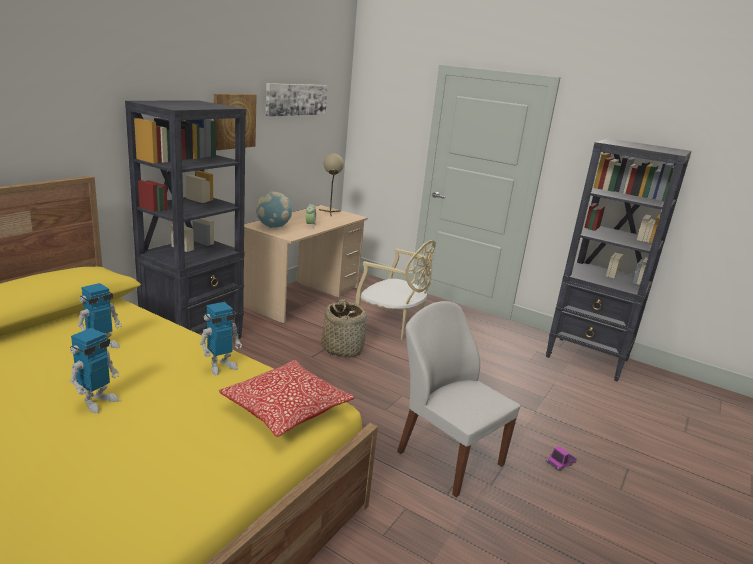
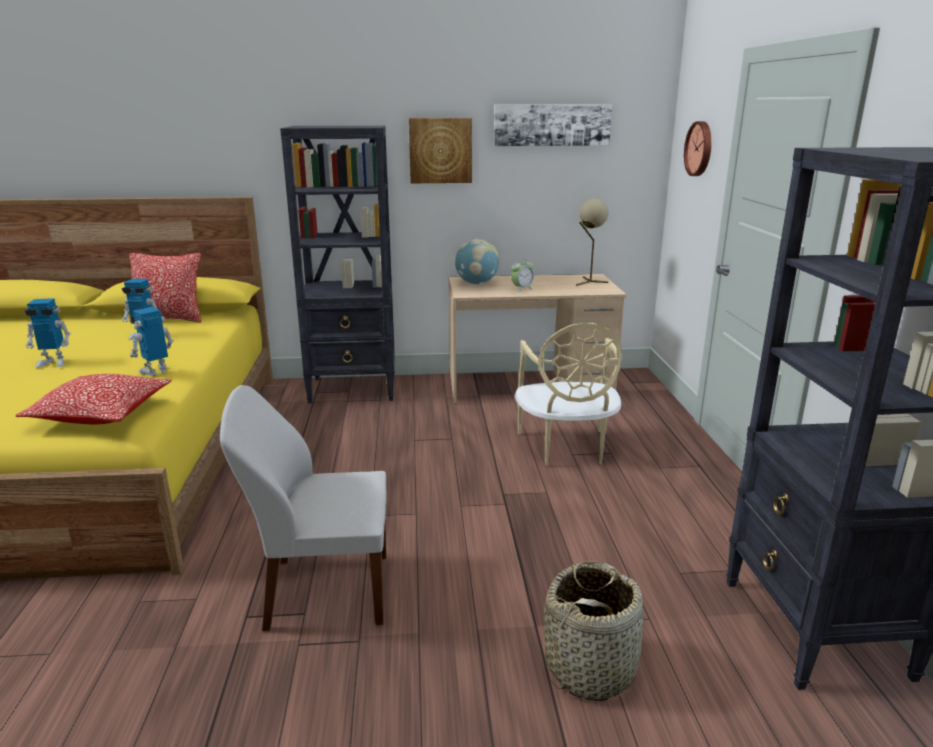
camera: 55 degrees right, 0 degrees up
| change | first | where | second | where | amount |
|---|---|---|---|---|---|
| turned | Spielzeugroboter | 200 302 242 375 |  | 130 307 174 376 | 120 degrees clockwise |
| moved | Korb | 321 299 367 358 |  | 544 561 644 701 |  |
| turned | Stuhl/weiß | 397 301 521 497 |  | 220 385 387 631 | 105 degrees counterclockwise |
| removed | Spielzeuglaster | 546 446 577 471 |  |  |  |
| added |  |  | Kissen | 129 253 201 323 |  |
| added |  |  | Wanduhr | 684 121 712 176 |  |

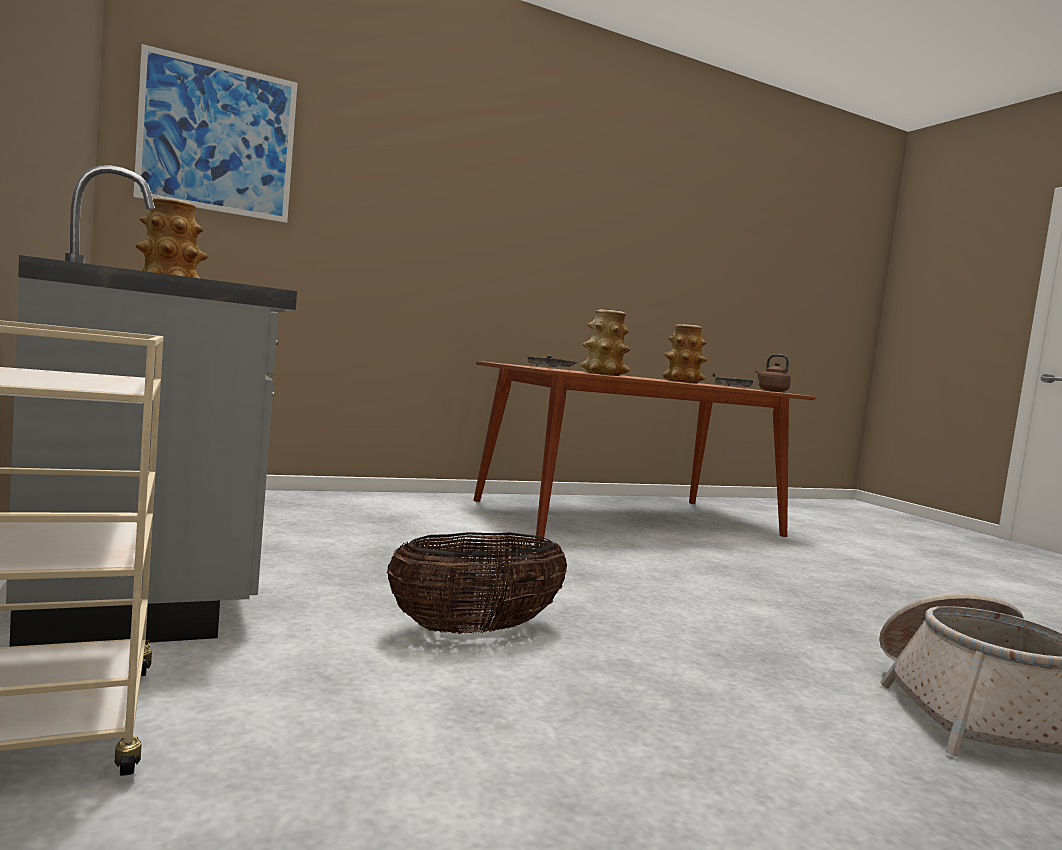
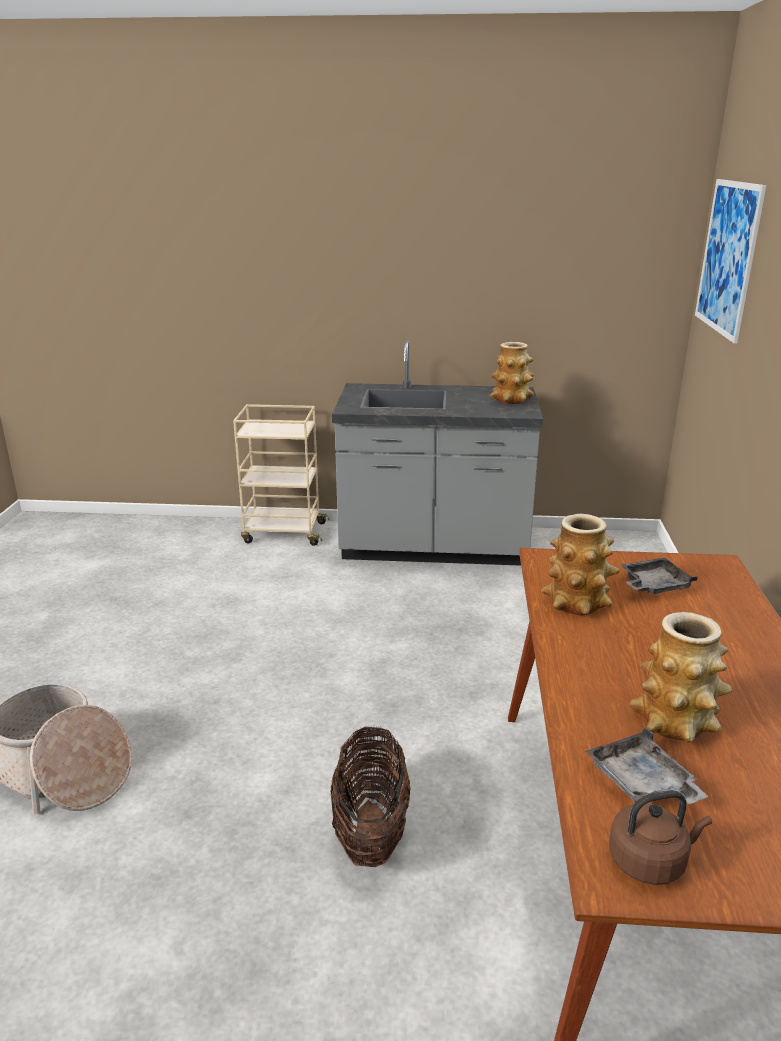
camera: 120 degrees right, 20 degrees up
| change | first | where | second | where | amount |
|---|---|---|---|---|---|
| moved | Korb | 386 532 567 634 |  | 330 726 411 867 |  |

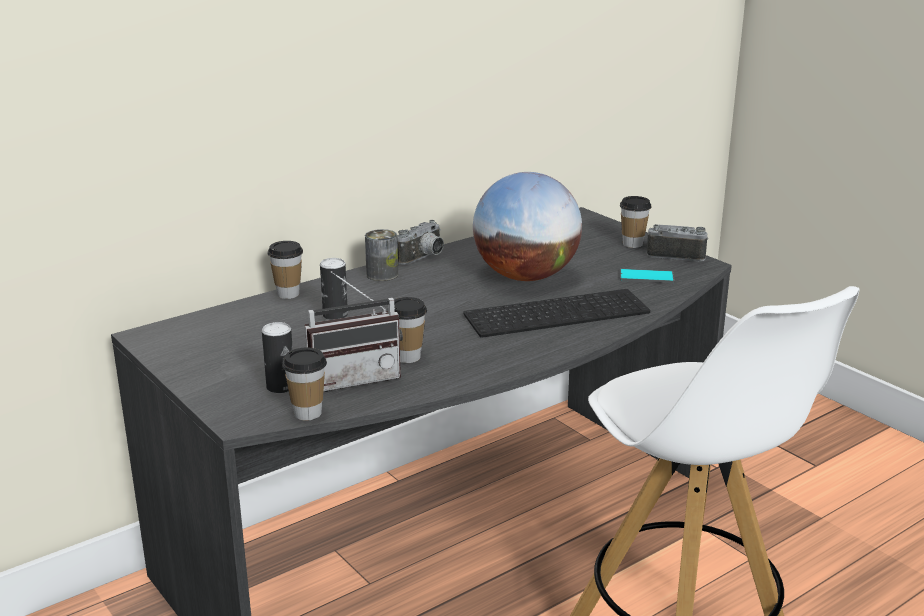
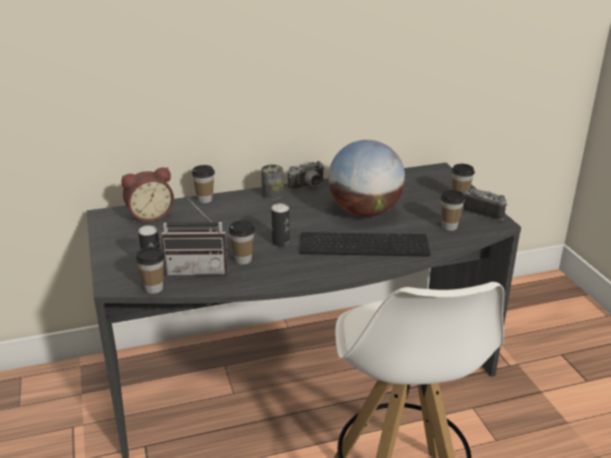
camera: 20 degrees right, 5 degrees up
| change | first | where | second | where | amount |
|---|---|---|---|---|---|
| moved | Dose | 320 258 348 320 |  | 271 203 290 247 |  |
| replaced | Handy | 620 269 675 284 | Tasse | 440 190 466 231 |  |
| added |  |  | Wecker | 121 167 174 222 |  |

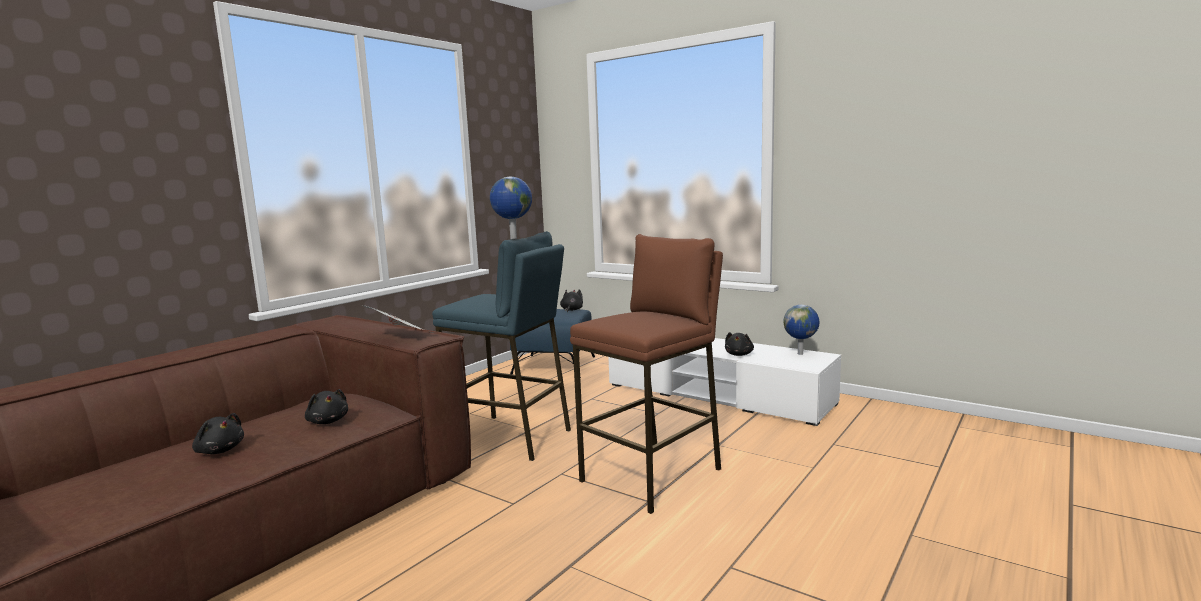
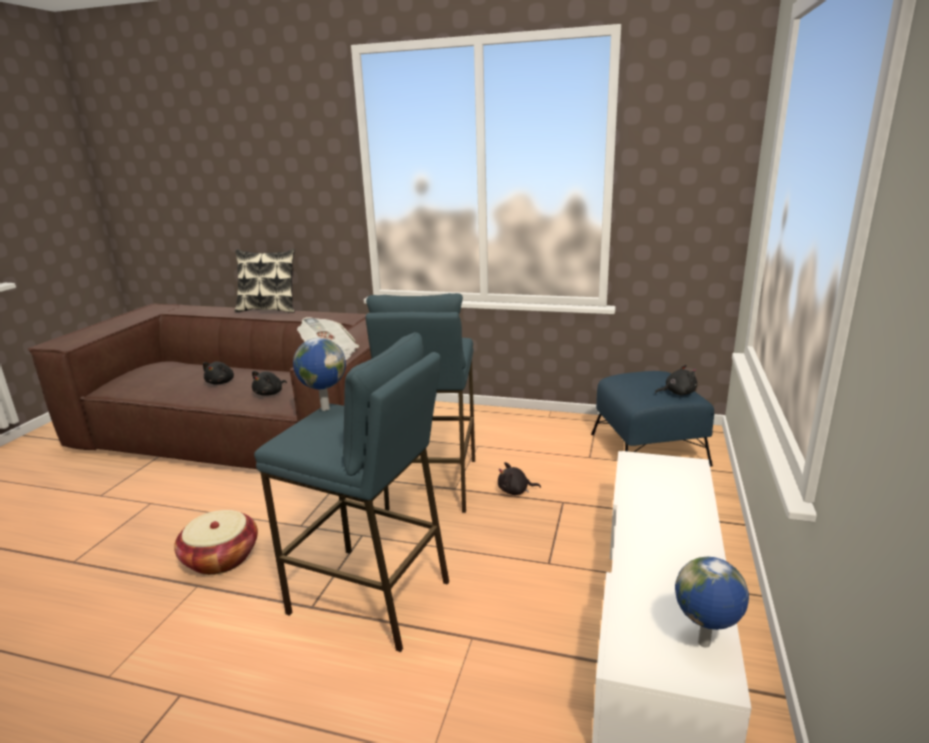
camera: 70 degrees right, 10 degrees up
| change | first | where | second | where | amount |
|---|---|---|---|---|---|
| moved | Globus | 490 177 532 239 |  | 293 338 346 411 |  |
| recoloured | Hocker/braun | 570 234 723 514 | Hocker/blau | 254 332 449 652 |  |
| moved | Plüschtier/schwarz | 725 332 754 356 |  | 498 462 541 495 |  |
| added |  |  | Korb | 174 510 258 575 |  |
| added |  |  | Kissen | 235 249 295 313 |  |

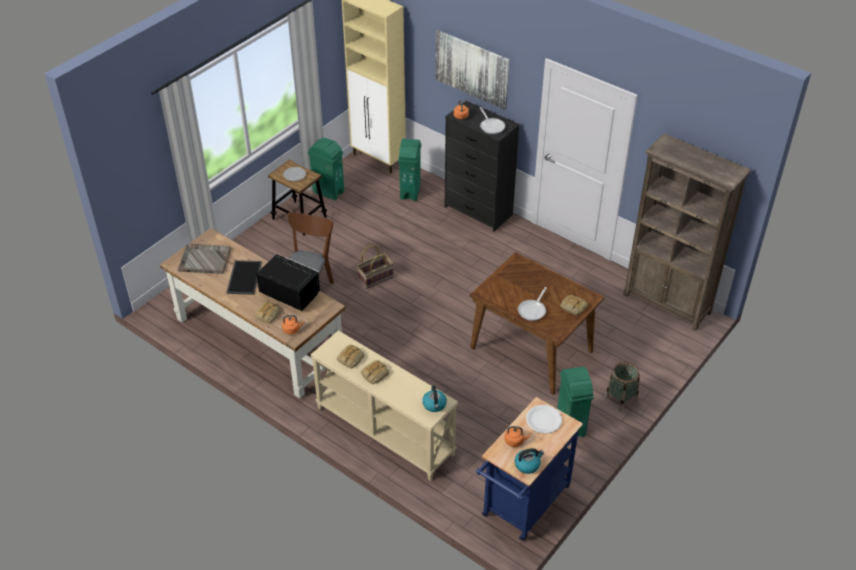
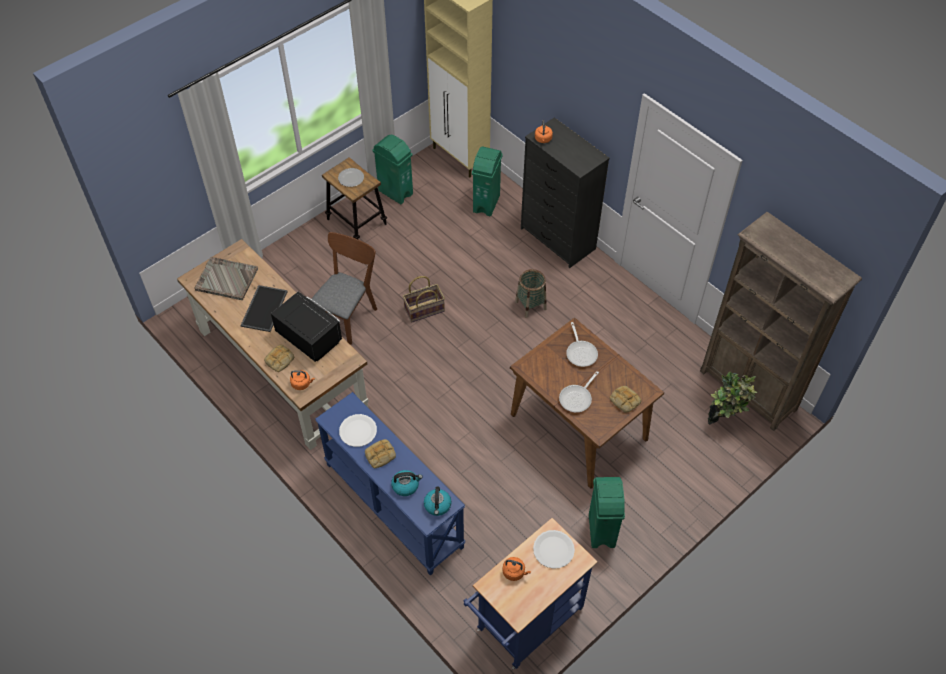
camera: 10 degrees right, 10 degrees up
| change | first | where | second | where | amount |
|---|---|---|---|---|---|
| recoloured | Konsolentisch/beige | 311 330 458 481 | Konsolentisch/blau | 316 392 466 576 |  |
| replaced | Brot | 337 345 364 368 | Teller/weiß | 339 414 377 447 |  |
| removed | Bild | 435 30 510 110 |  |  |  |
| moved | Pfanne | 480 107 505 134 |  | 566 322 598 367 |  |
| moved | Wasserkessel | 515 448 544 474 |  | 391 470 422 496 |  |
| moved | Korb | 605 362 640 411 |  | 515 269 546 318 |  |
| added |  |  | Topfpflanze | 708 372 757 424 |  |

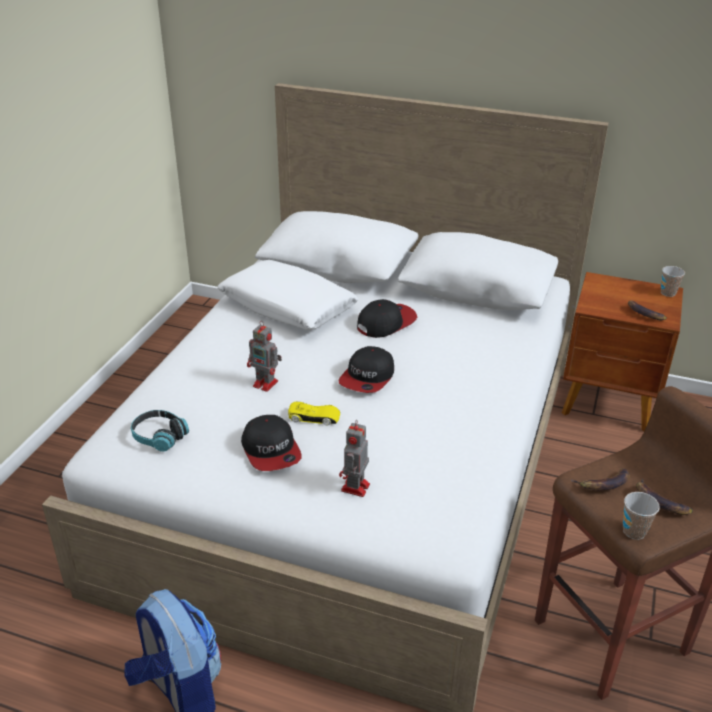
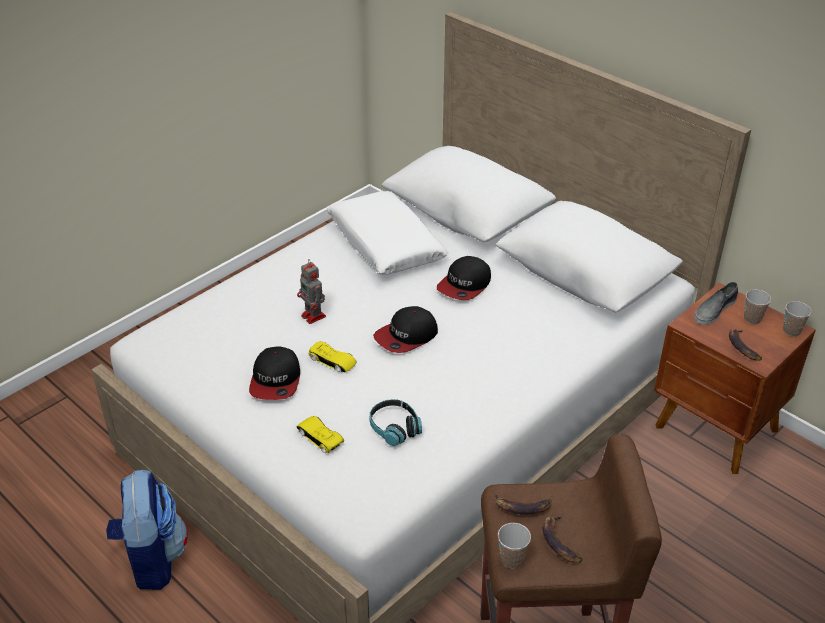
camera: 25 degrees right, 5 degrees up
| change | first | where | second | where | amount |
|---|---|---|---|---|---|
| moved | Kopfhörer | 131 410 189 452 |  | 370 399 422 446 |  |
| replaced | Spielzeugroboter | 339 422 370 497 | Spielzeugauto/gelb | 296 416 344 453 |  |
| turned | Kappe | 357 299 417 338 |  | 437 256 491 300 | 135 degrees clockwise |
| added |  |  | Schuh/grau | 694 282 738 325 |  |
| added |  |  | Tasse | 744 290 771 324 |  |

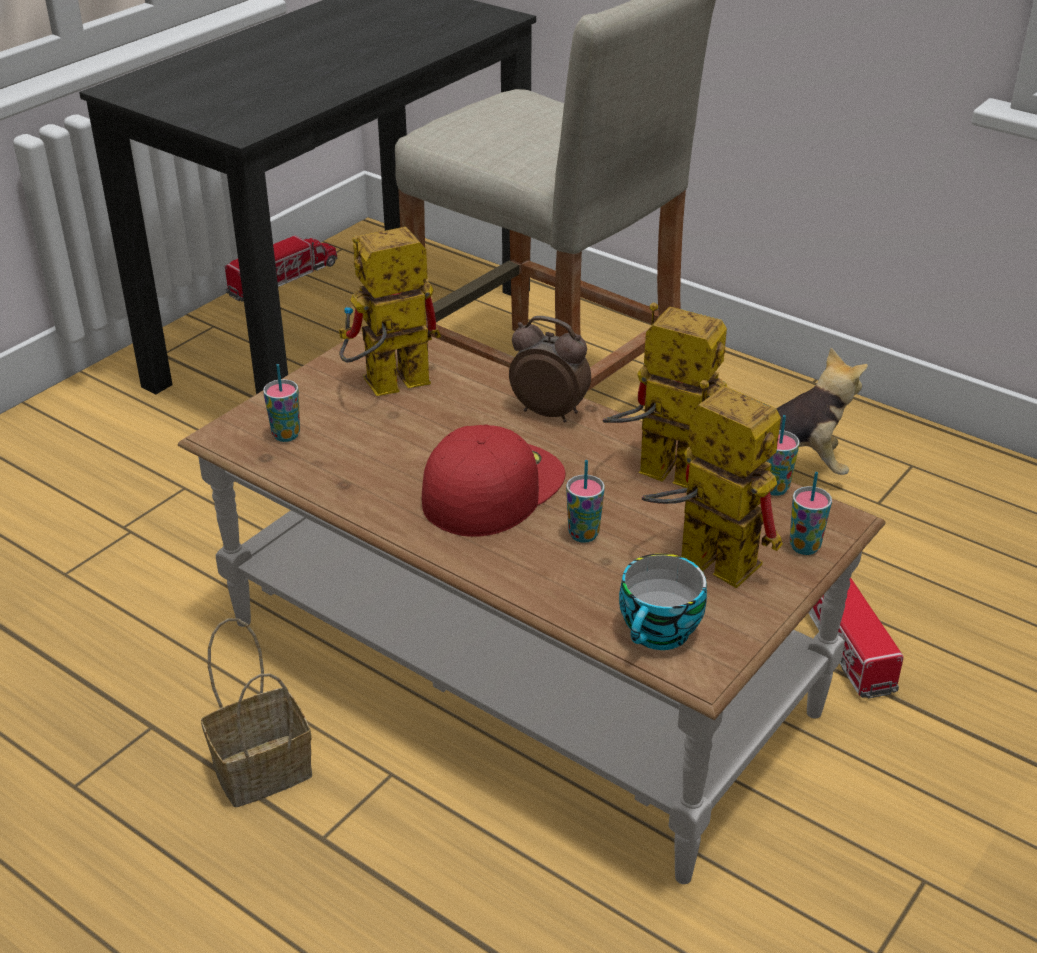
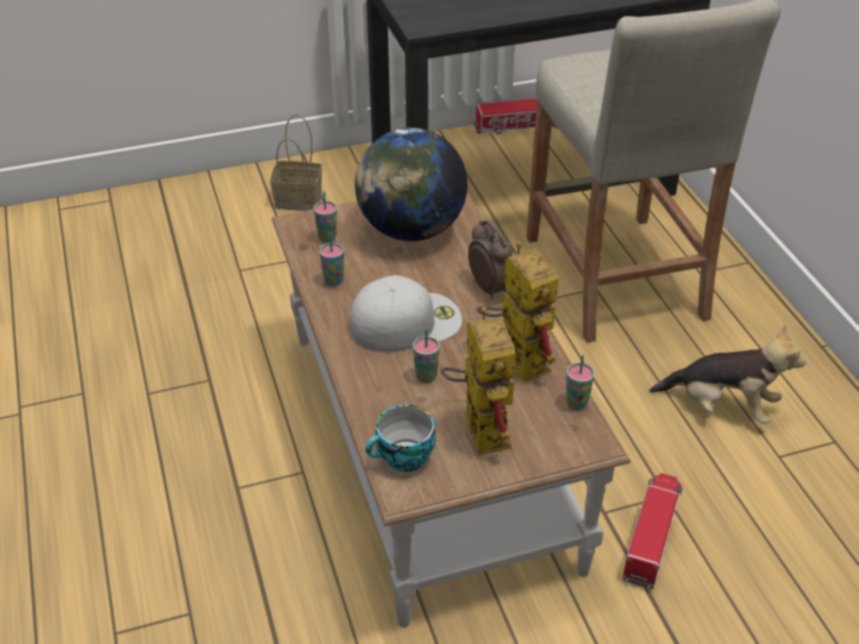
camera: 35 degrees right, 5 degrees up
| change | first | where | second | where | amount |
|---|---|---|---|---|---|
| moved | Korb | 201 618 312 807 |  | 270 114 322 211 |  |
| replaced | Spielzeugroboter | 339 227 441 396 | Globus | 355 128 468 241 |  |
| recoloured | Kappe/rot | 422 425 566 537 | Kappe/weiß | 350 275 462 353 |  |
| moved | Tasse | 790 472 832 555 |  | 319 234 344 286 |  |

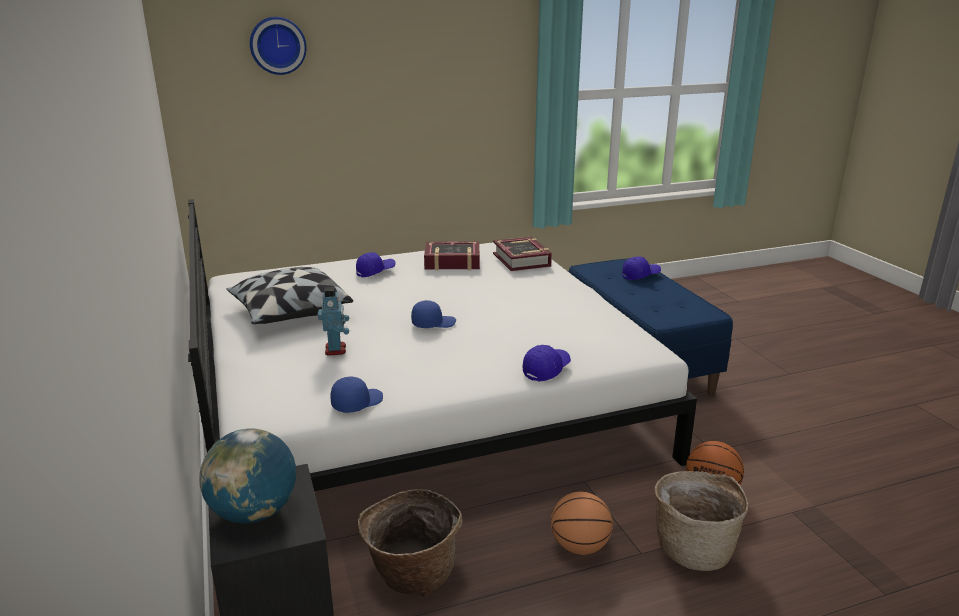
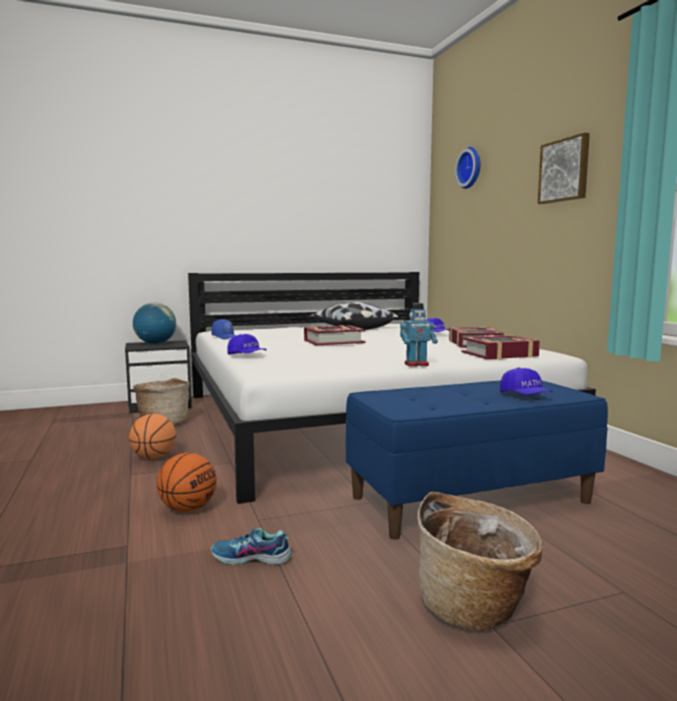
camera: 90 degrees right, 15 degrees down
| change | first | where | second | where | amount |
|---|---|---|---|---|---|
| moved | Spielzeugroboter | 318 287 349 356 |  | 400 303 438 367 |  |
| replaced | Kappe/blau | 411 300 456 328 | Buch | 304 325 366 345 |  |
| moved | Korb | 655 471 748 571 |  | 417 492 543 631 |  |
| added |  |  | Schuh | 211 528 292 565 |  |
| added |  |  | Bild | 538 133 590 204 |  |

